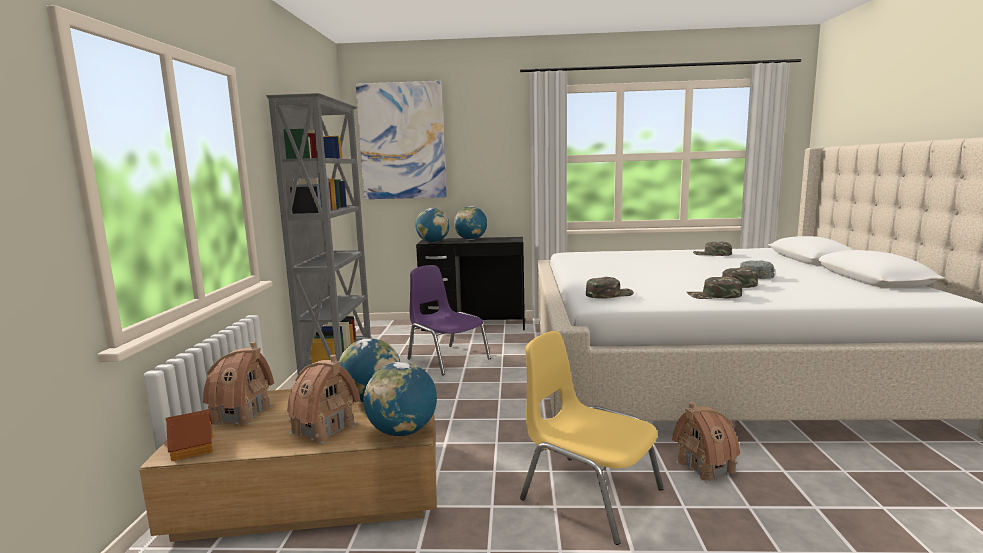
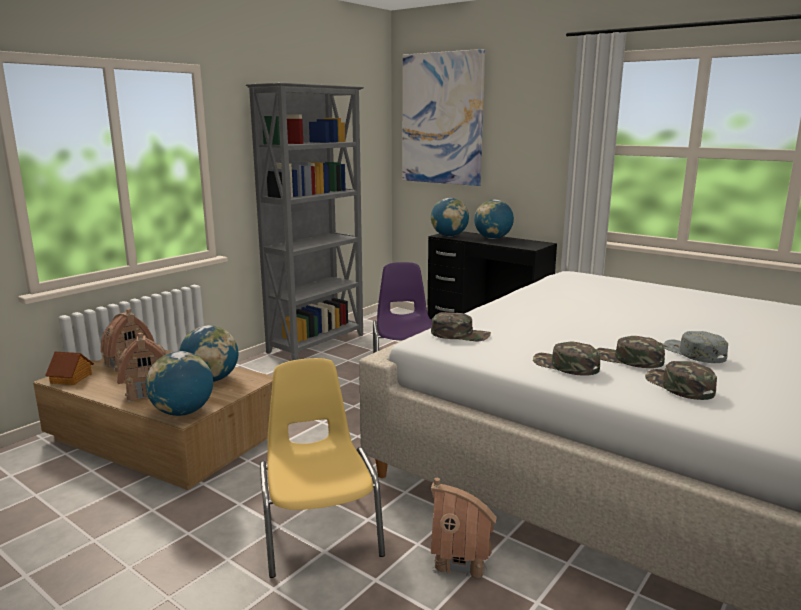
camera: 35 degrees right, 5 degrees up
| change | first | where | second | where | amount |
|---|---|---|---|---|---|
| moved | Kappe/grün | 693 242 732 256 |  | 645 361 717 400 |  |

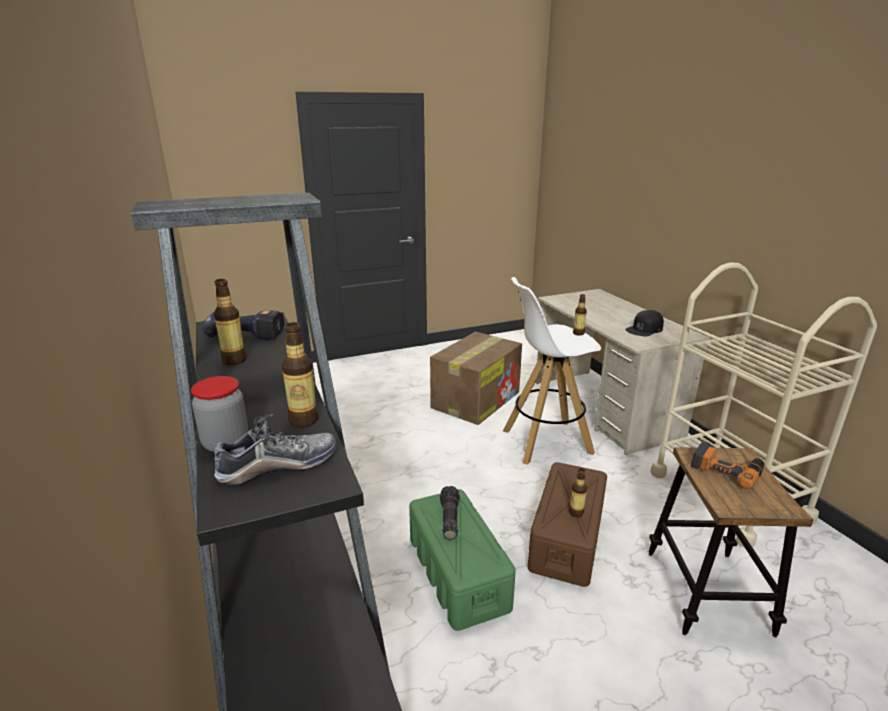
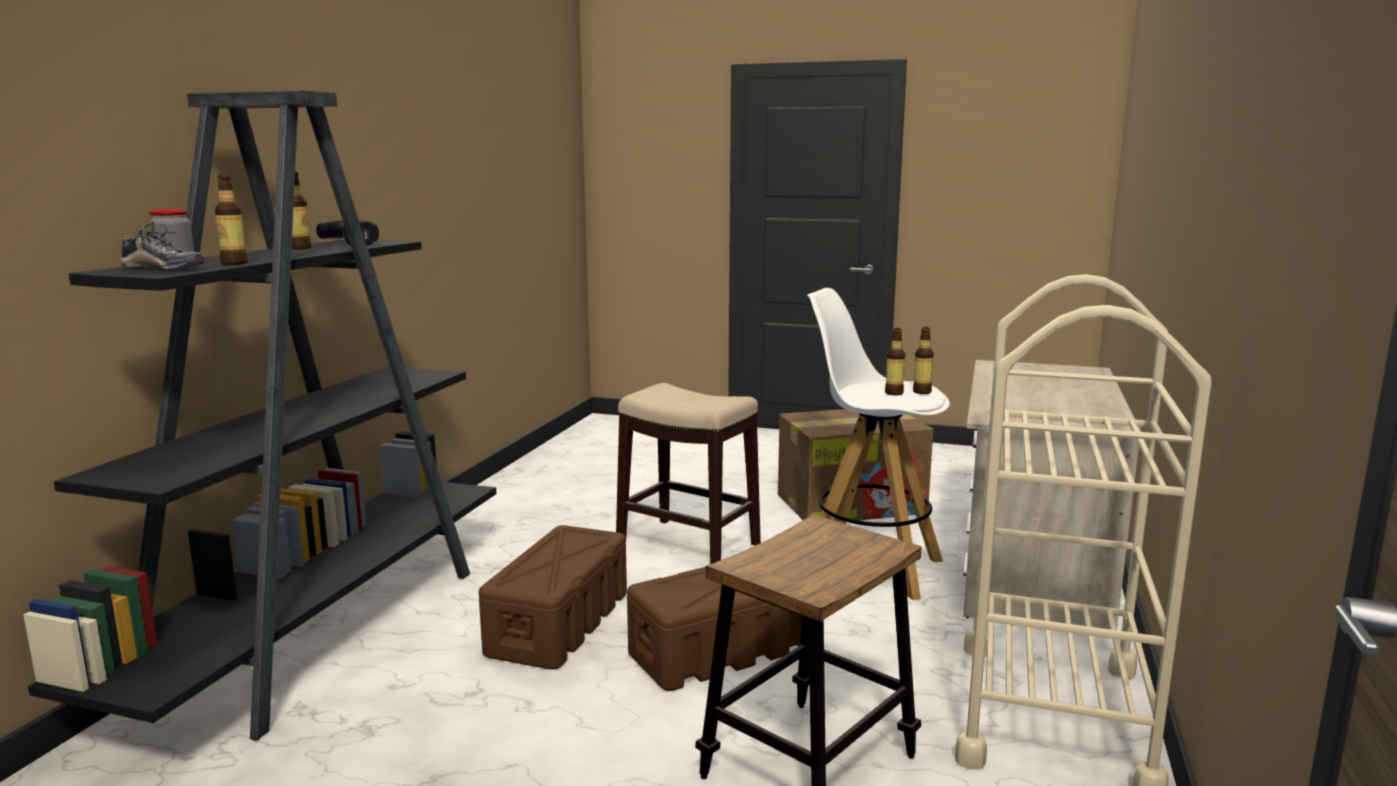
camera: 40 degrees right, 10 degrees down
| change | first | where | second | where | amount |
|---|---|---|---|---|---|
| recoloured | Aufbewahrungsbox/grün | 409 489 516 631 | Aufbewahrungsbox/braun | 479 525 627 670 |  |
| removed | Taschenlampe | 440 486 460 540 |  |  |  |
| moved | Flasche | 569 468 587 517 |  | 885 328 905 395 |  |
| removed | Kappe/schwarz | 625 310 664 336 |  |  |  |
| removed | Bohrmaschine | 691 441 764 489 |  |  |  |
| added |  |  | Hocker | 616 383 761 564 |  |

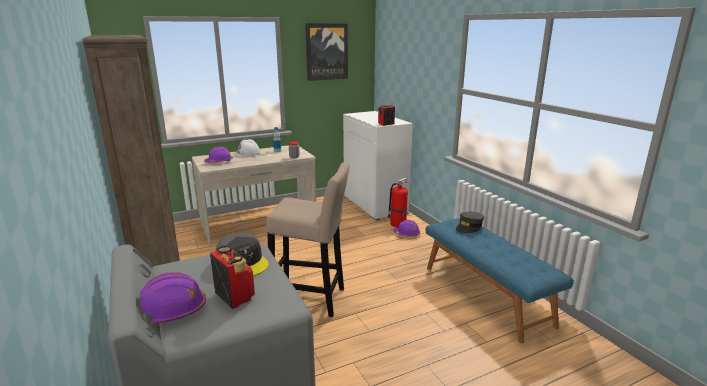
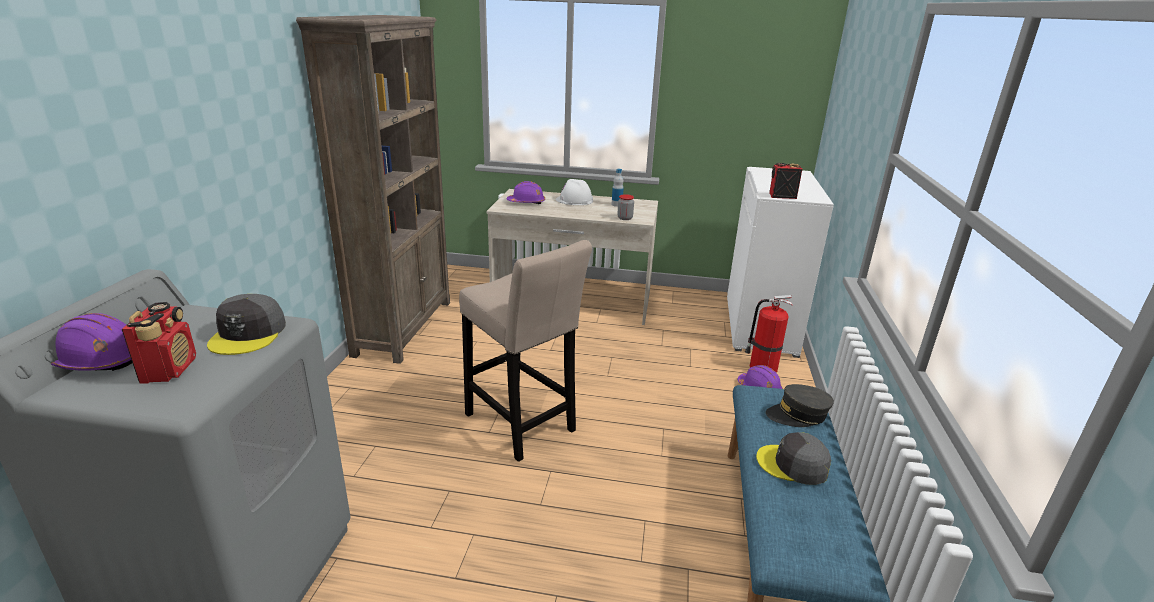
camera: 35 degrees right, 5 degrees up
| change | first | where | second | where | amount |
|---|---|---|---|---|---|
| removed | Bild | 305 23 348 81 |  |  |  |
| added |  |  | Kappe/grau | 756 432 831 485 |  |

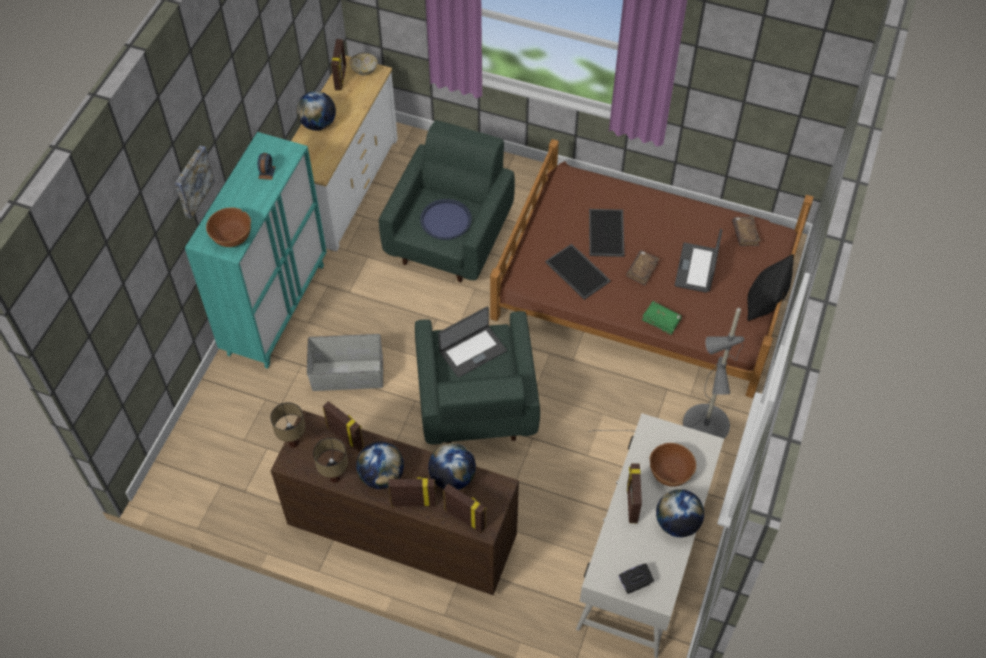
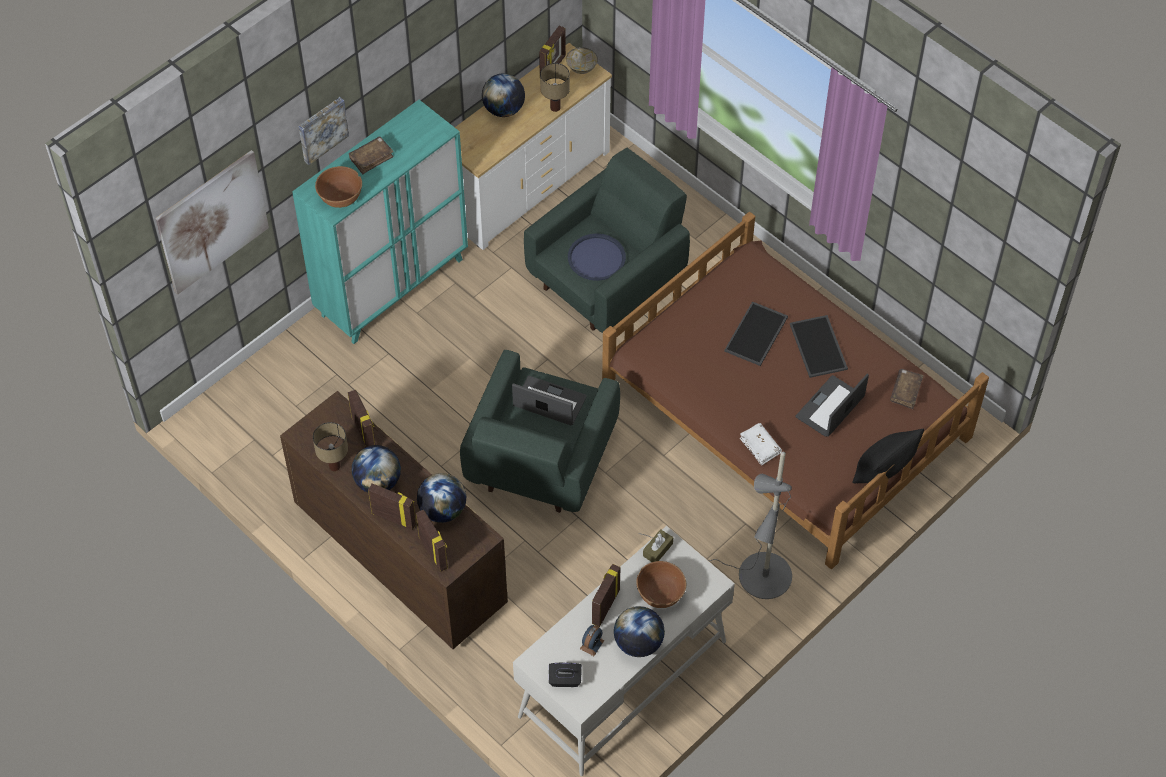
camera: 25 degrees right, 0 degrees up
| change | first | where | second | where | amount |
|---|---|---|---|---|---|
| moved | Wecker | 258 153 276 180 |  | 580 625 604 656 |  |
| moved | Tischlampe | 270 402 306 448 |  | 540 63 570 112 |  |
| removed | Aufbewahrungsbox/grau | 307 334 383 391 |  |  |  |
| turned | Laptop | 438 307 507 378 |  | 512 376 587 426 | 150 degrees counterclockwise |
| moved | Tablett | 545 244 611 300 |  | 790 315 848 378 |  |
| moved | Buch/braun | 626 250 659 286 |  | 349 136 394 174 |  |
| recoloured | Buch/grün | 642 301 682 335 | Buch/weiß | 740 423 782 466 |  |
| added |  |  | Bild | 155 150 269 295 |  |
| added |  |  | Taschentuchbox/braun | 643 529 673 562 |  |

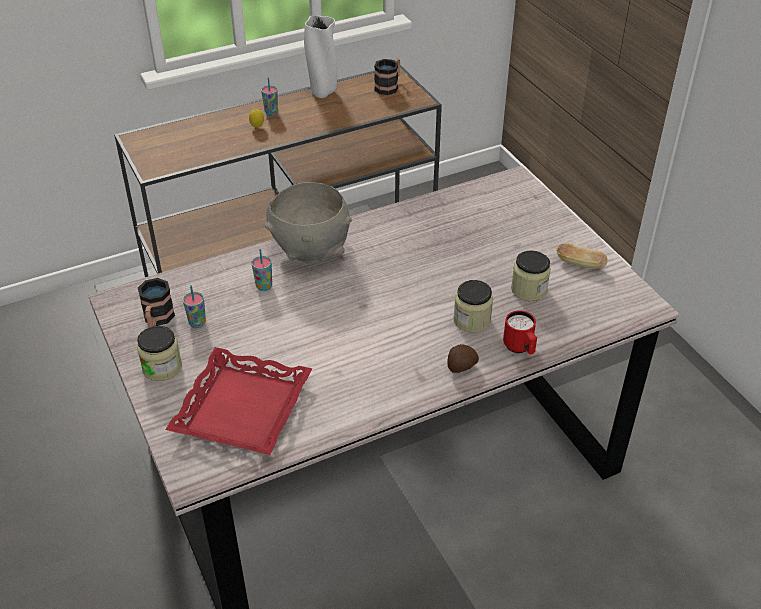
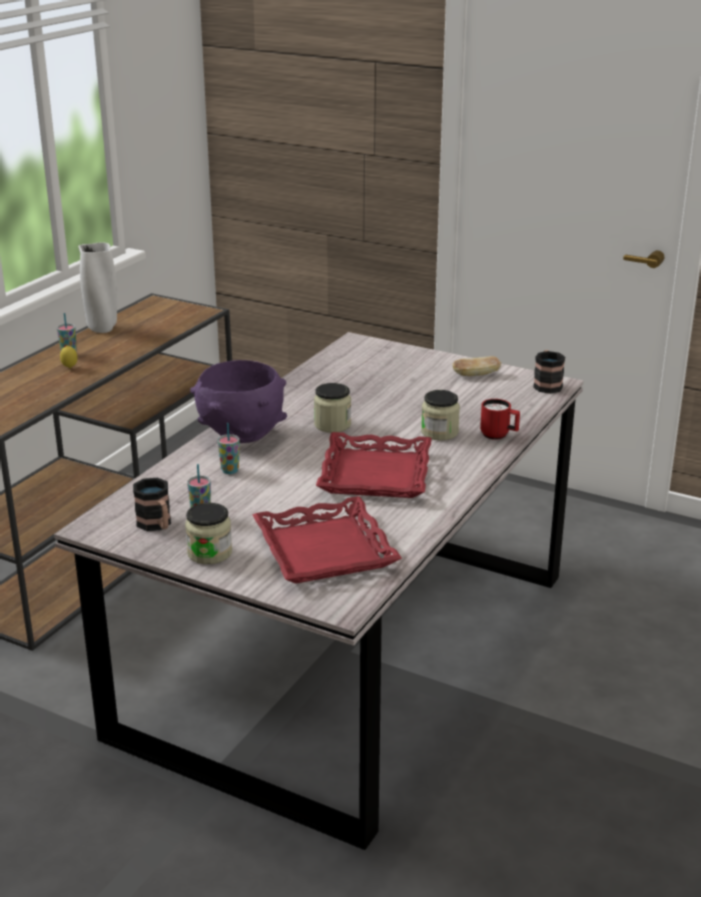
camera: 35 degrees left, 15 degrees down
| change | first | where | second | where | amount |
|---|---|---|---|---|---|
| recoloured | Schüssel/grau | 265 182 352 264 | Schüssel/lila | 190 360 287 443 |  |
| moved | Henkelbecher | 374 59 400 95 |  | 533 350 565 394 |  |
| removed | Kartoffel | 447 344 479 373 |  |  |  |
| moved | Vorratsglas | 511 251 551 301 |  | 314 383 351 433 |  |
| added |  |  | Tablett/rot | 316 432 432 498 |  |

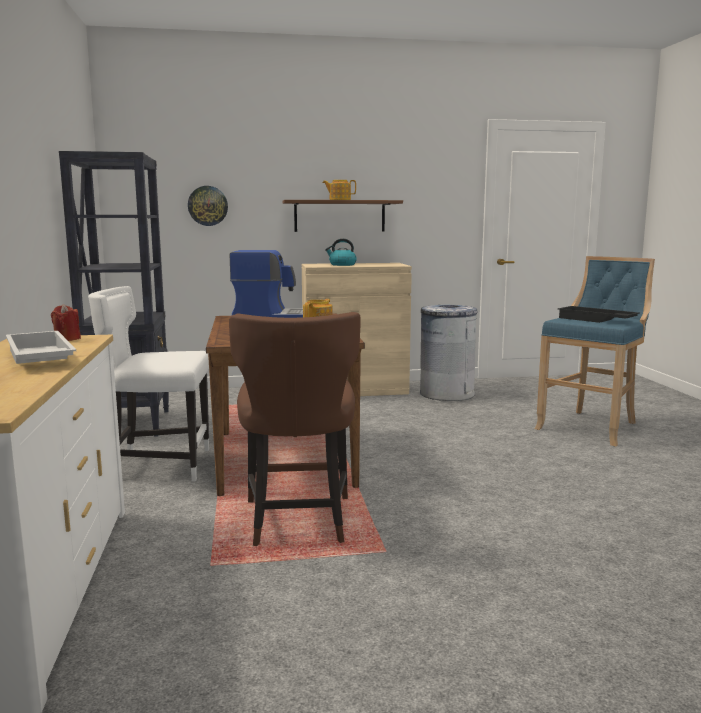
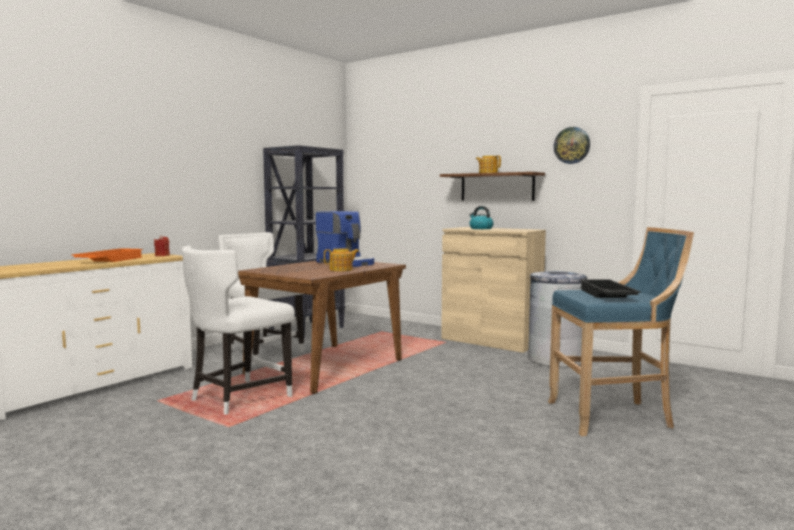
camera: 45 degrees right, 5 degrees down
| change | first | where | second | where | amount |
|---|---|---|---|---|---|
| recoloured | Tablett/weiß | 6 331 76 364 | Tablett/orange | 71 248 143 262 |  |
| moved | Wanduhr | 188 186 228 226 |  | 554 127 590 164 |  |
| recoloured | Stuhl/braun | 229 312 361 546 | Stuhl/weiß | 182 246 295 415 |  |

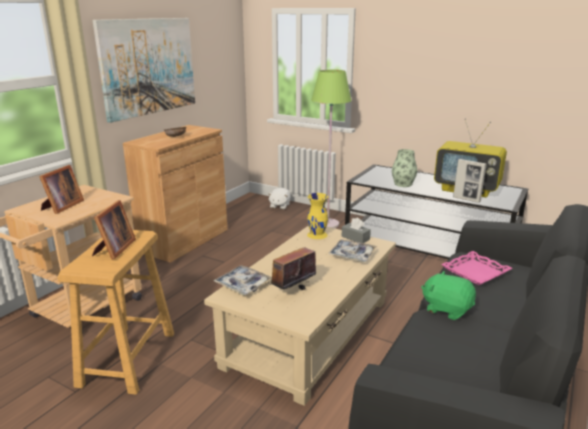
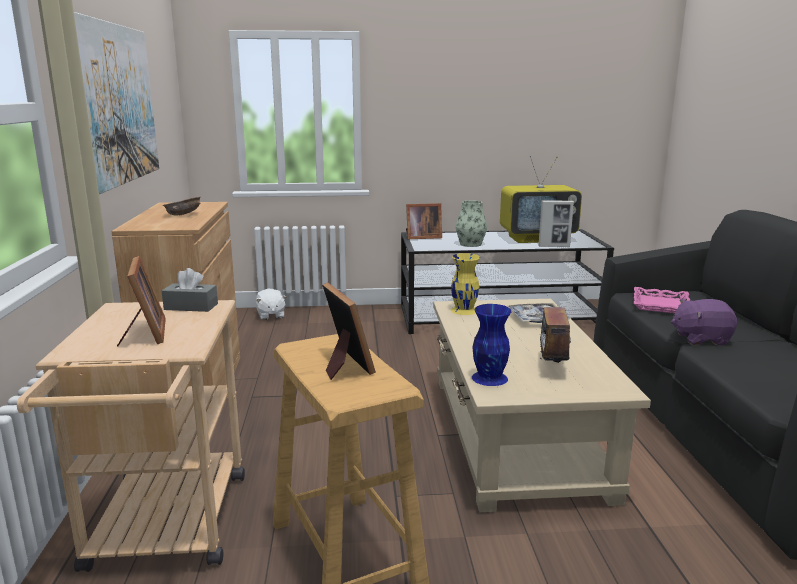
camera: 35 degrees left, 5 degrees down
| change | first | where | second | where | amount |
|---|---|---|---|---|---|
| replaced | Tablett | 213 265 272 295 | Vase/blau | 472 304 511 386 |  |
| removed | Stehlampe/grün | 311 70 352 228 |  |  |  |
| moved | Taschentuchbox/grau | 341 218 371 243 |  | 162 268 218 312 |  |
| recoloured | Plüschtier/grün | 421 271 476 320 | Plüschtier/lila | 671 299 737 345 |  |
| added |  |  | Bilderrahmen | 406 203 442 239 |  |

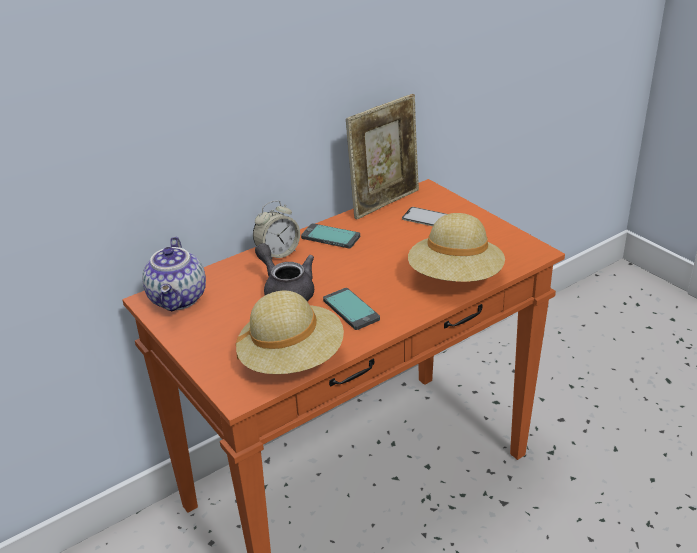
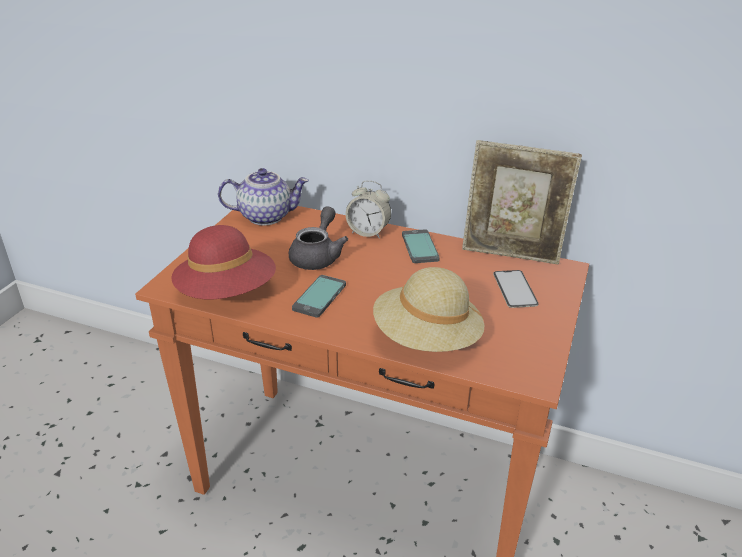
camera: 55 degrees right, 0 degrees up
| change | first | where | second | where | amount |
|---|---|---|---|---|---|
| turned | Teekanne | 142 237 206 311 |  | 218 168 309 225 | 150 degrees counterclockwise |
| recoloured | Hut/beige | 236 291 344 374 | Hut/rot | 171 225 276 299 |  |

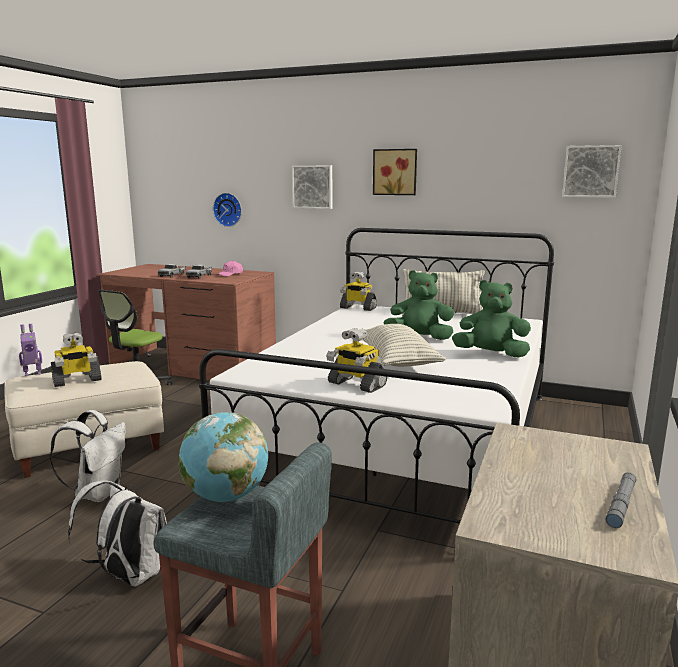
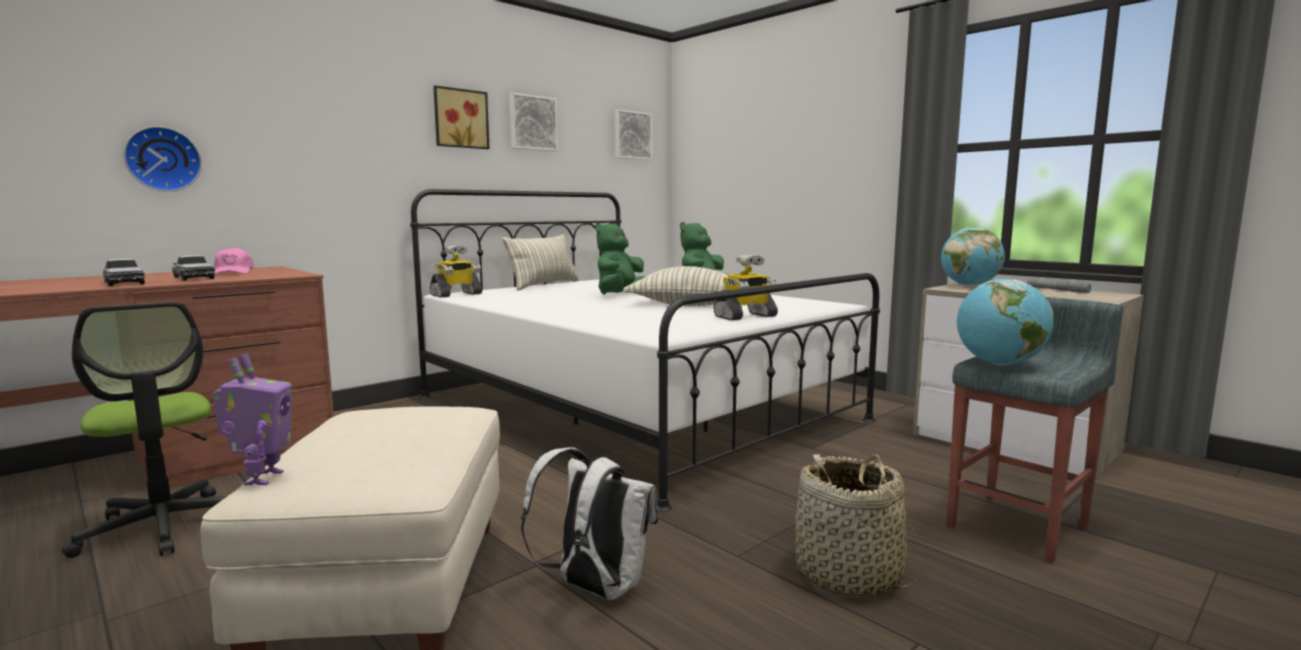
camera: 65 degrees left, 5 degrees down
| change | first | where | second | where | amount |
|---|---|---|---|---|---|
| removed | Spielzeugroboter | 51 333 102 387 |  |  |  |
| replaced | Rucksack/weiß | 68 480 167 587 | Korb | 795 454 922 598 |  |
| moved | Bild | 292 165 332 209 |  | 509 93 558 151 |  |
| added |  |  | Globus | 941 227 1005 286 |  |

